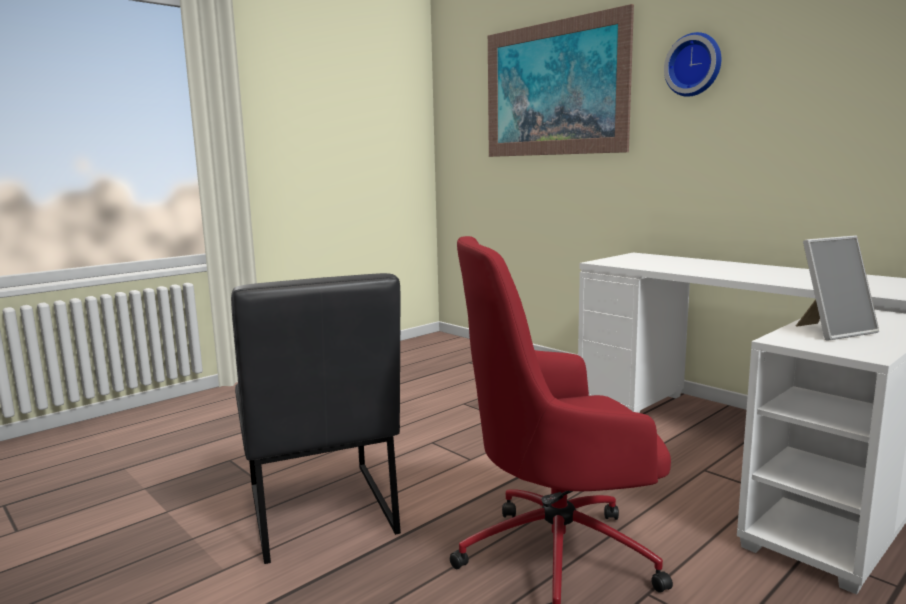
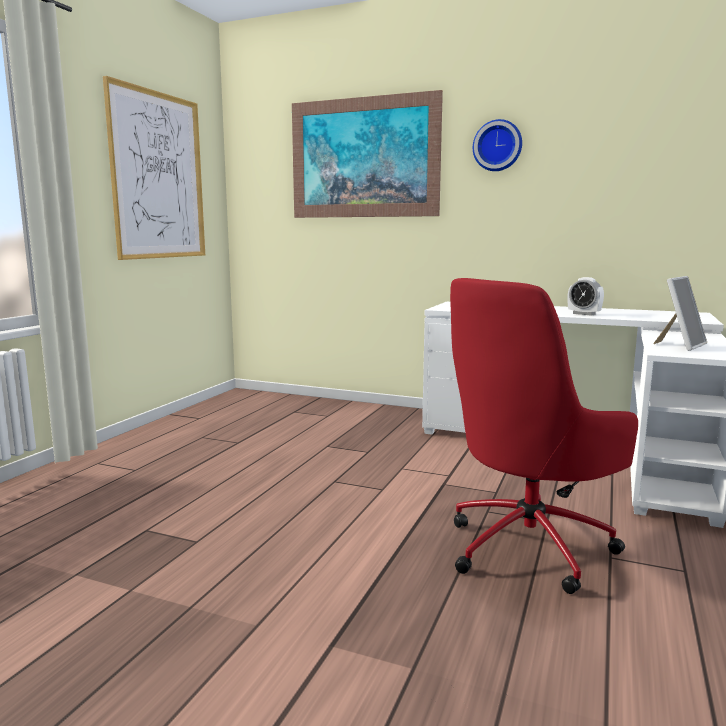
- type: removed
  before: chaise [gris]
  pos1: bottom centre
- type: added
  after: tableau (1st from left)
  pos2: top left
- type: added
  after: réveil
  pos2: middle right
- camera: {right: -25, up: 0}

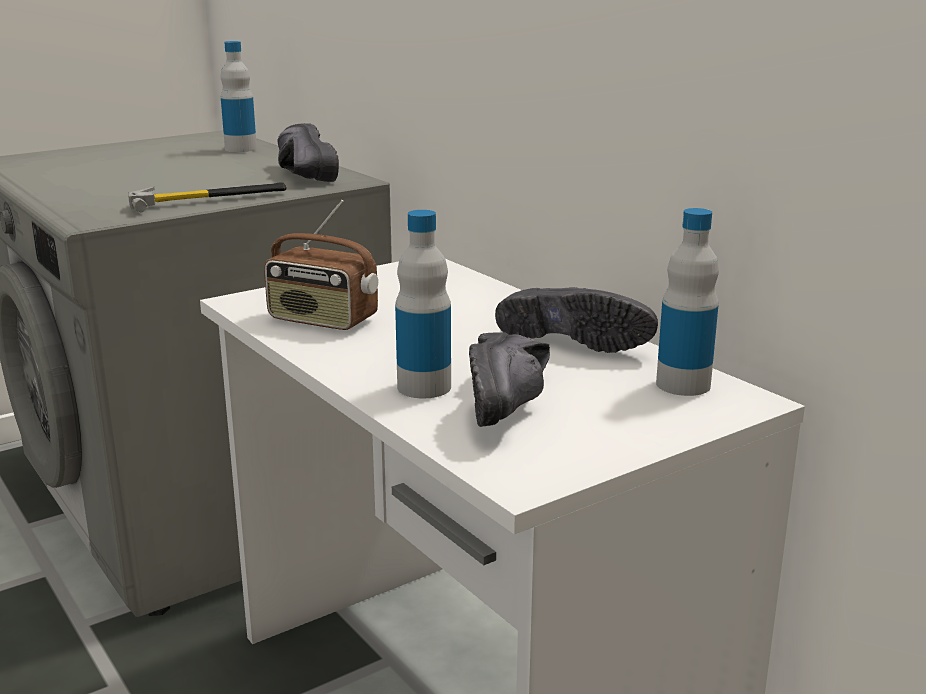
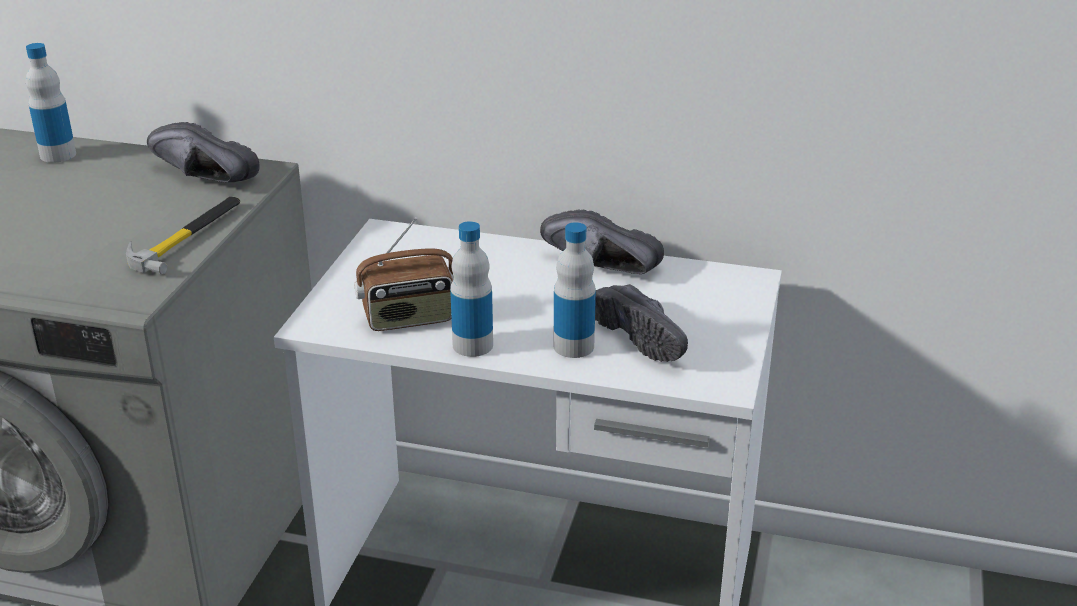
- type: moved
  before: bouteille (3rd from left in the first image)
  after: bouteille (2nd from left)
  pos1: middle right
  pos2: centre
- type: turned
  before: chaussure [noir] (3rd from left in the first image)
  pos1: centre
  pos2: centre
  turn: -150
- camera: {right: -40, up: 10}

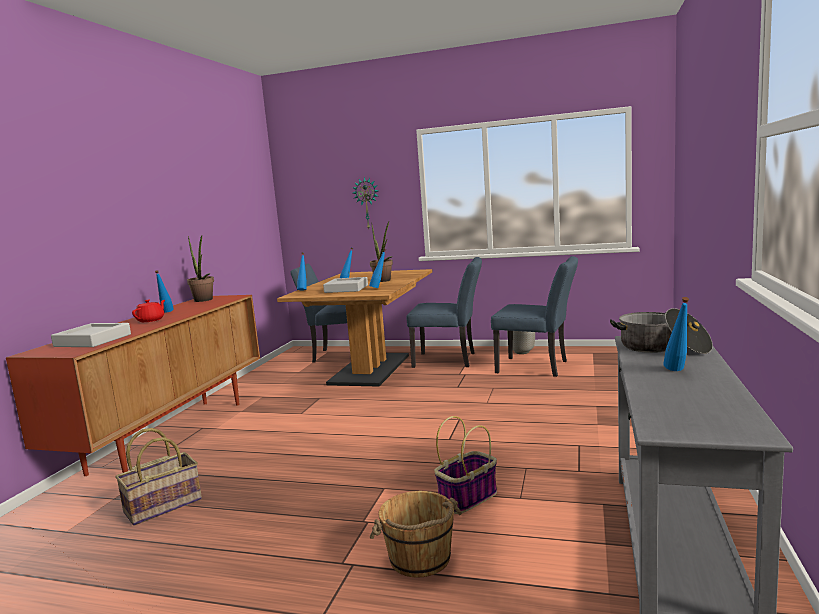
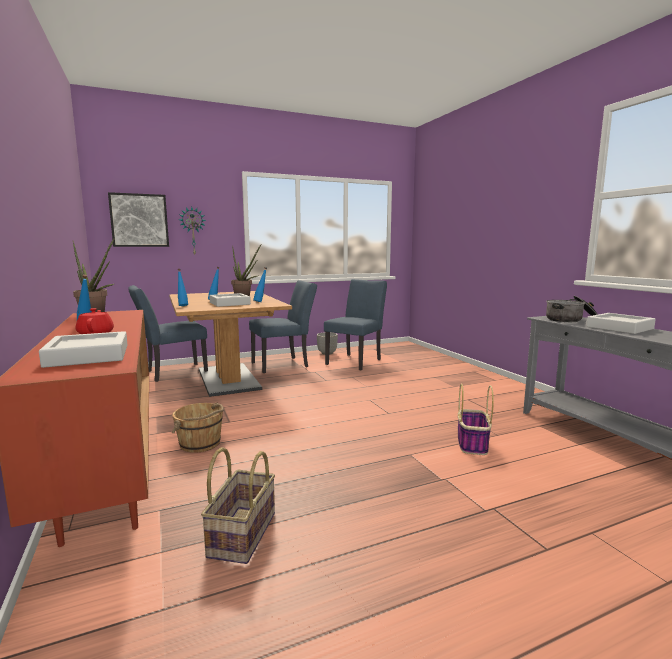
- type: added
  after: tableau
  pos2: top left
- type: moved
  before: seau [marron]
  pos1: bottom centre
  pos2: middle left
- type: replaced
  before: bouteille [bleu] (5th from left)
  after: plateau [gris] (3rd from left)
  pos1: middle right
  pos2: middle right
- type: turned
  before: chaise [bleu] (3rd from left)
  pos1: centre
  pos2: centre
  turn: -45
- camera: {right: -40, up: 0}

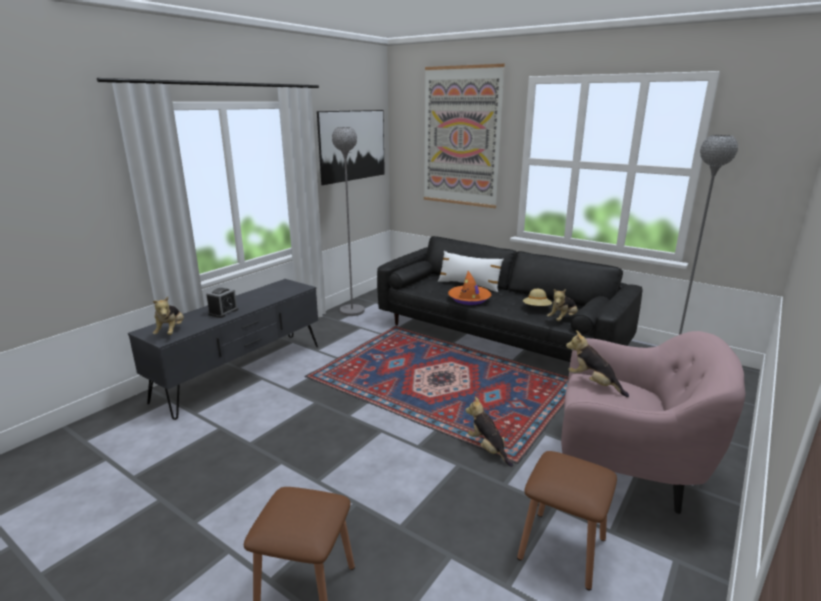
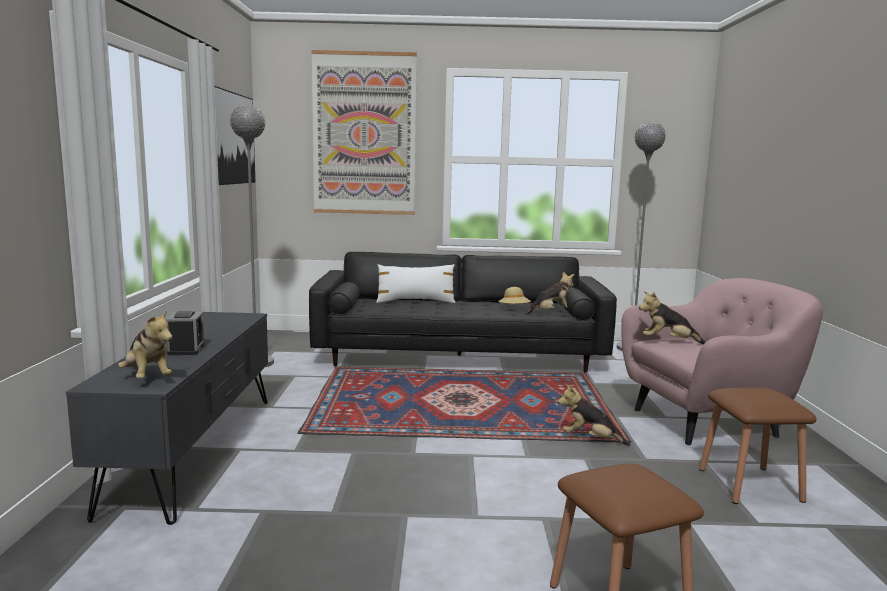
- type: removed
  before: chapeau [orange]
  pos1: centre
- type: turned
  before: peluche (3rd from left in the first image)
  pos1: middle right
  pos2: centre
  turn: -120
- camera: {right: -35, up: -10}

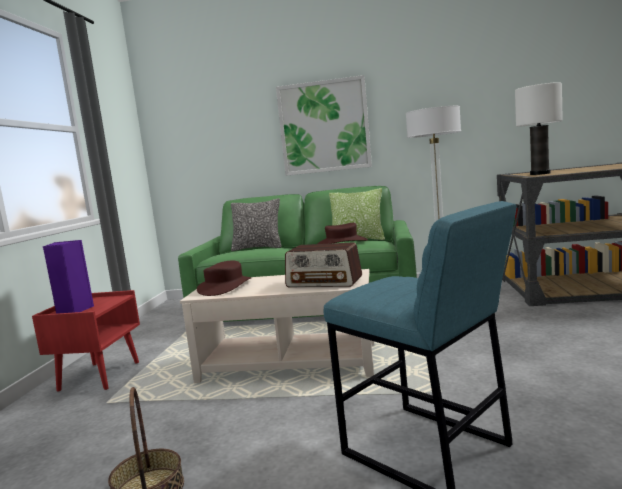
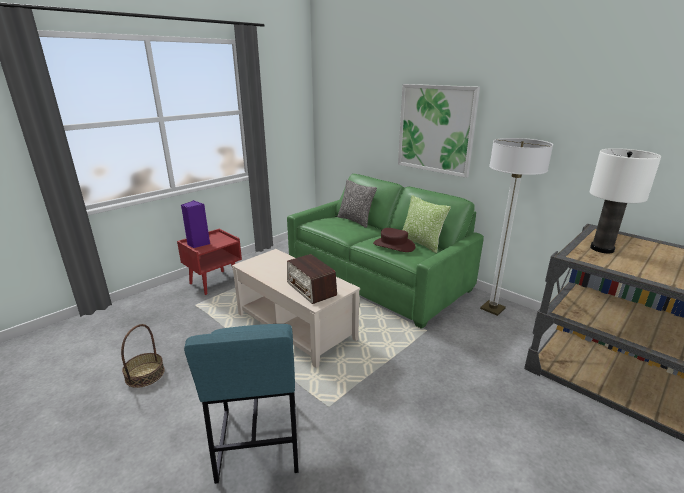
- type: removed
  before: chapeau [marron] (1st from left)
  pos1: centre
- camera: {right: 35, up: 15}

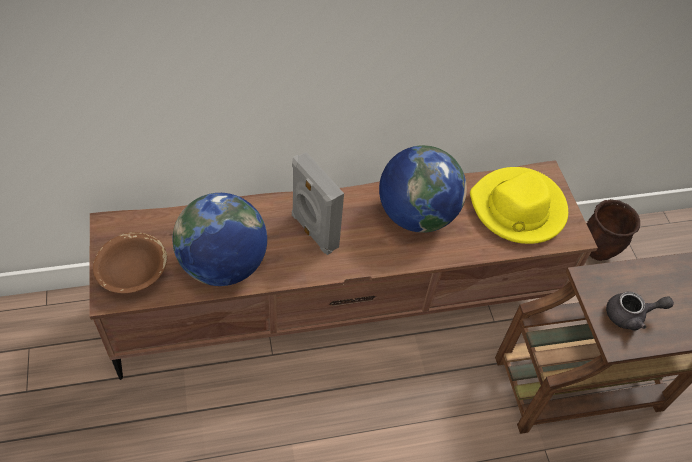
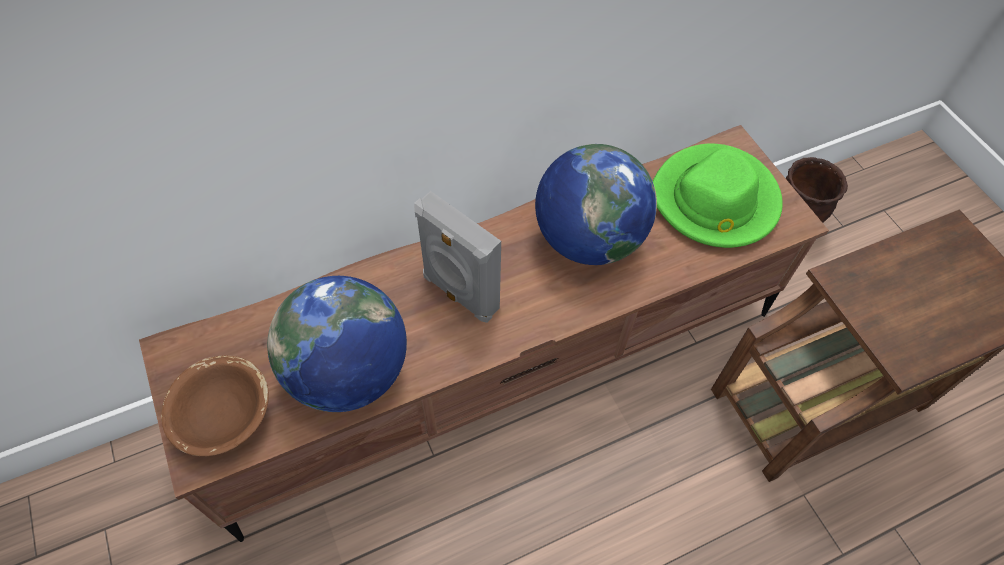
- type: removed
  before: théière [gris]
  pos1: bottom right
- type: recoloured
  before: chapeau [jaune]
  after: chapeau [vert]
  pos1: middle right
  pos2: middle right
- camera: {right: -10, up: 5}

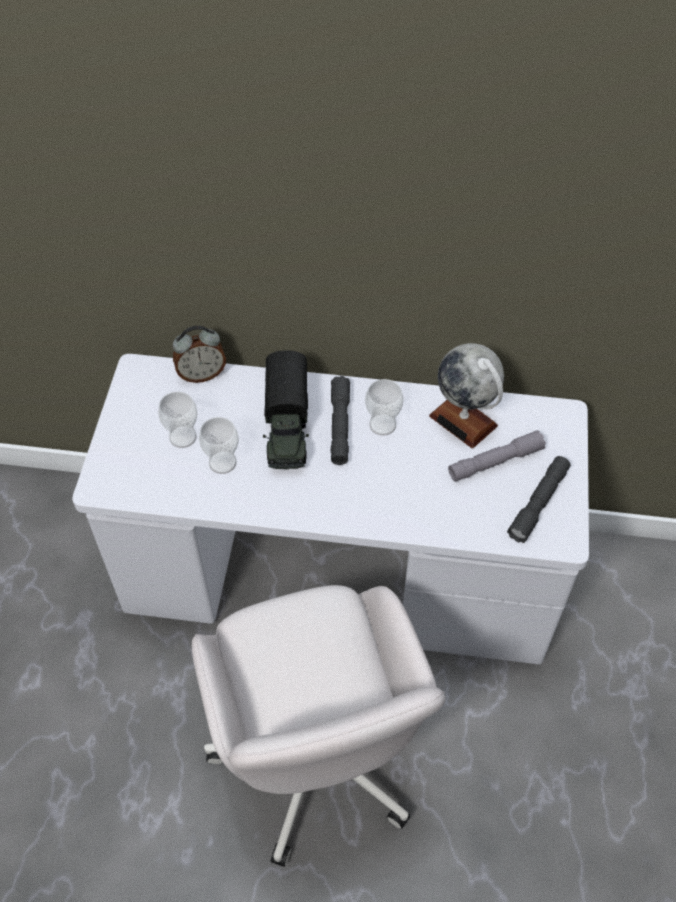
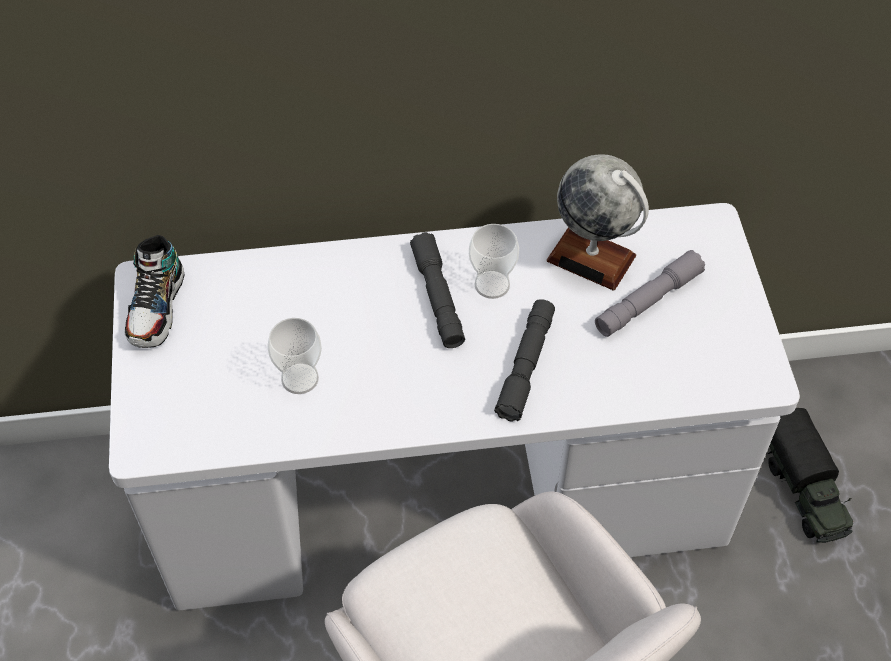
- type: removed
  before: tasse (1st from left)
  pos1: middle left
- type: removed
  before: réveil
  pos1: middle left
- type: added
  after: chaussure
  pos2: middle left
- type: moved
  before: camion jouet
  pos1: centre
  pos2: bottom right
- type: moved
  before: lampe de poche [gris] (3rd from left in the first image)
  after: lampe de poche [gris] (2nd from left)
  pos1: middle right
  pos2: centre
- camera: {right: -15, up: 0}

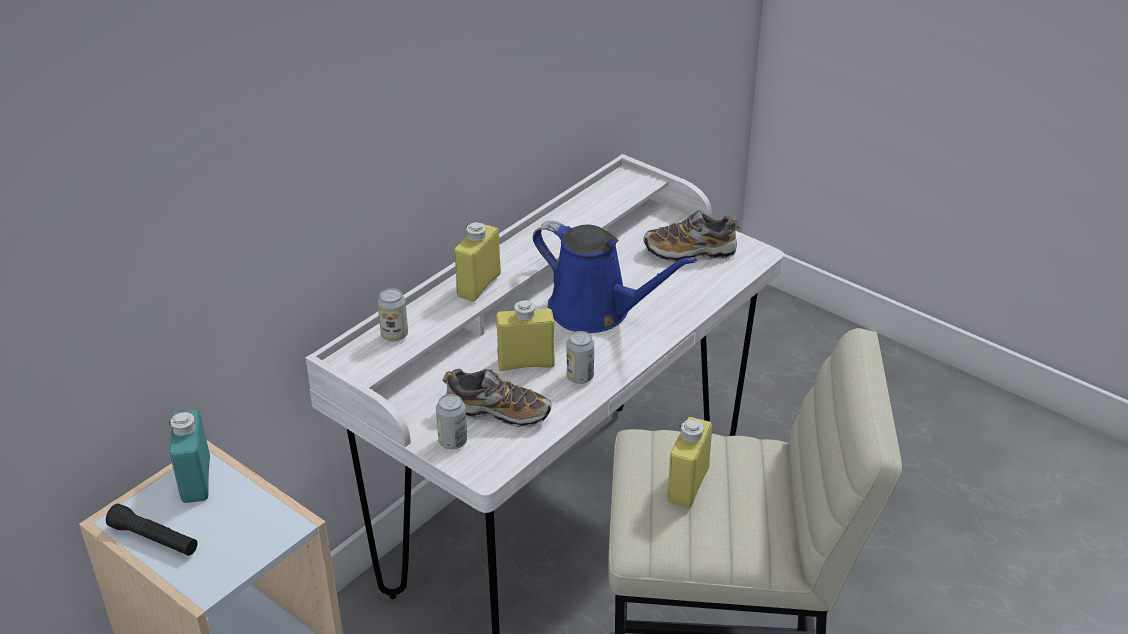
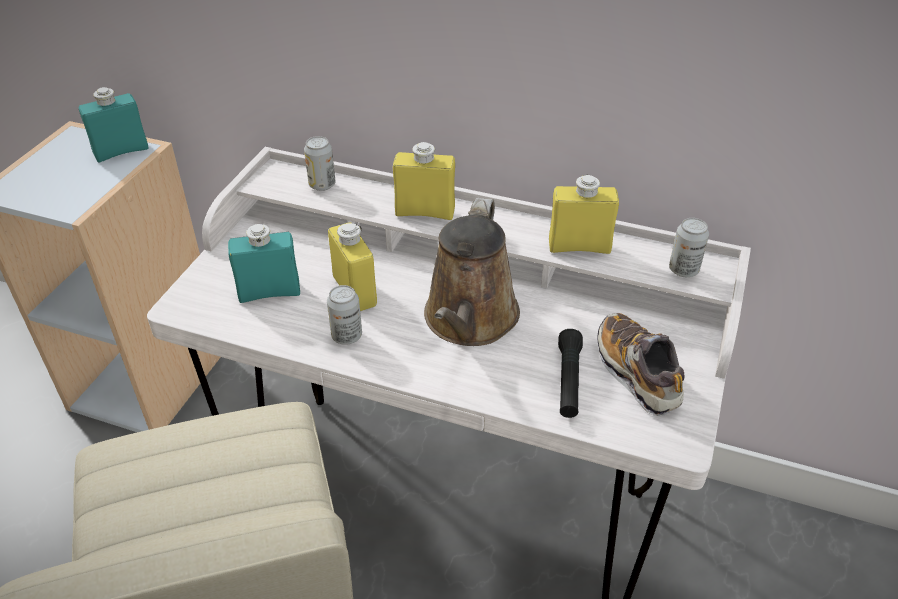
- type: moved
  before: lampe de poche [noir]
  pos1: bottom left
  pos2: centre
- type: moved
  before: boîte métallique (2nd from left in the first image)
  after: boîte métallique (3rd from left)
  pos1: centre
  pos2: middle right
- type: moved
  before: bouteille [jaune] (3rd from left)
  pos1: bottom centre
  pos2: centre
- type: replaced
  before: chaussure (1st from left)
  after: bouteille [turquoise] (2nd from left)
  pos1: centre
  pos2: middle left
- type: recoloured
  before: arrosoir [bleu]
  after: arrosoir [marron]
  pos1: centre
  pos2: centre
- camera: {right: 70, up: 5}

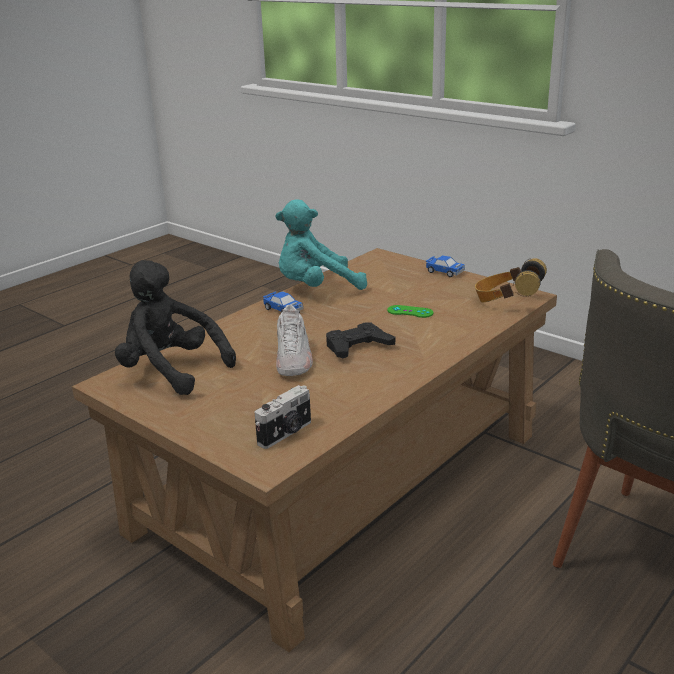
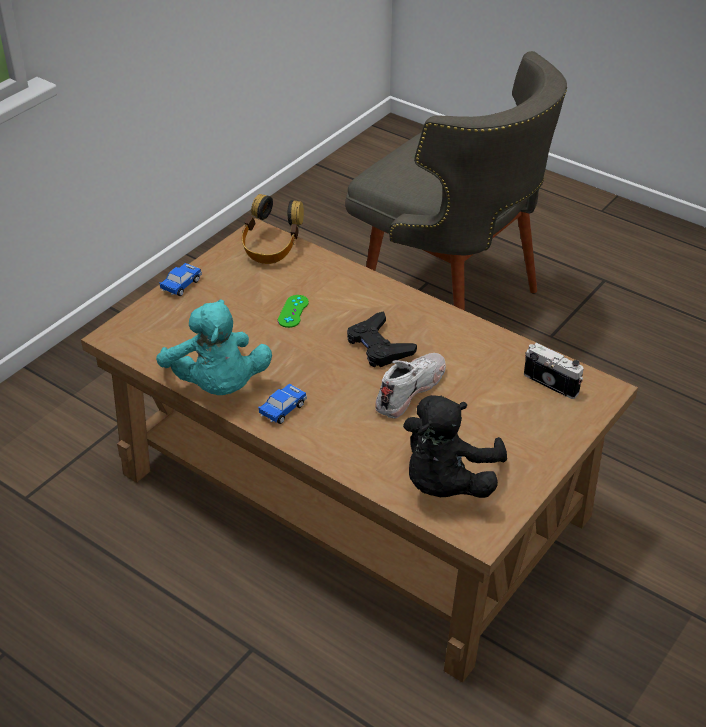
- type: turned
  before: chaussure [blanc]
  pos1: centre
  pos2: centre
  turn: -45
- camera: {right: -95, up: 15}

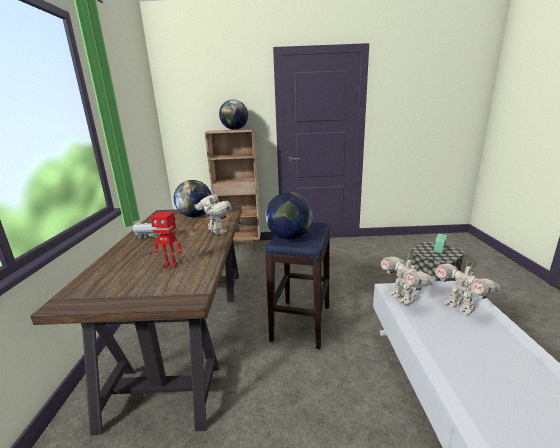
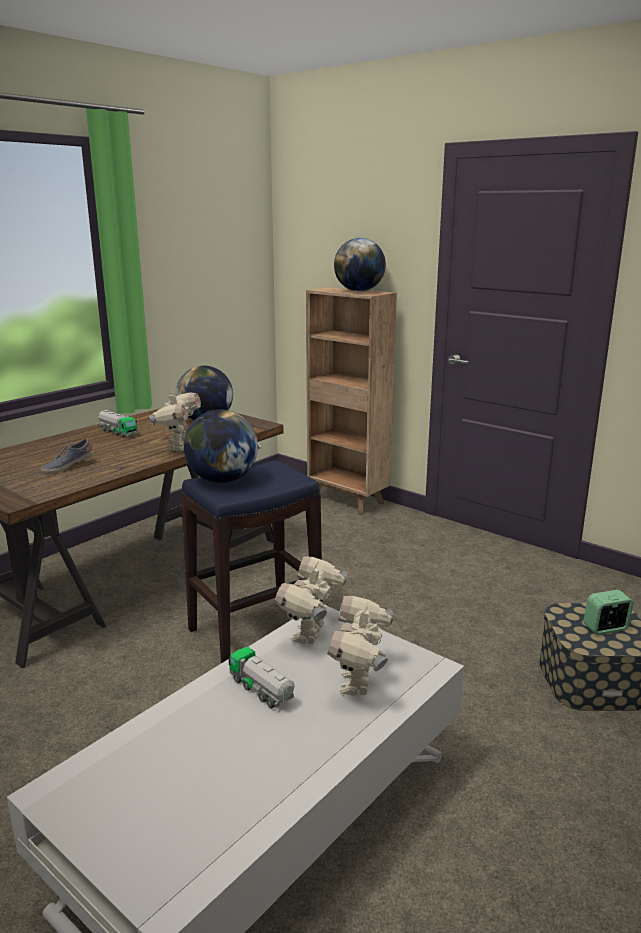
- type: added
  after: camion jouet (2nd from left)
  pos2: bottom centre
- type: replaced
  before: robot jouet (1st from left)
  after: chaussure
  pos1: middle left
  pos2: middle left
- camera: {right: 40, up: 0}

